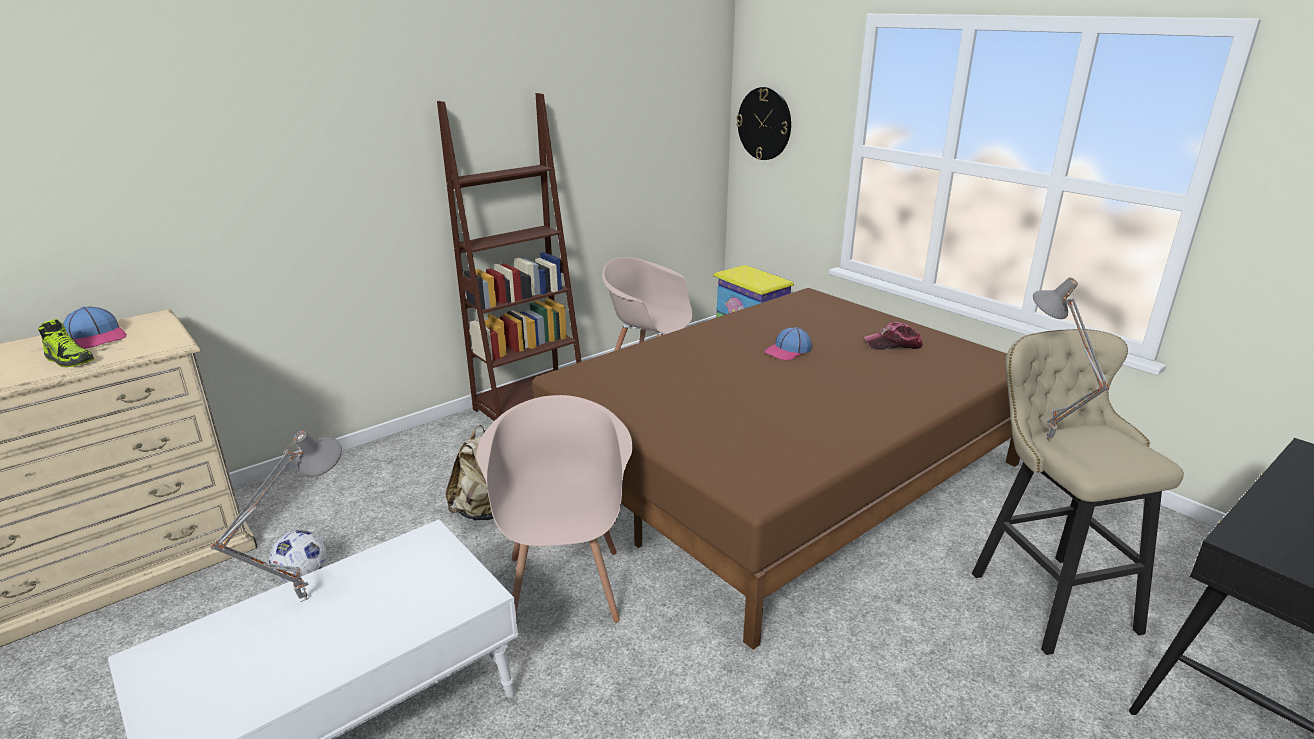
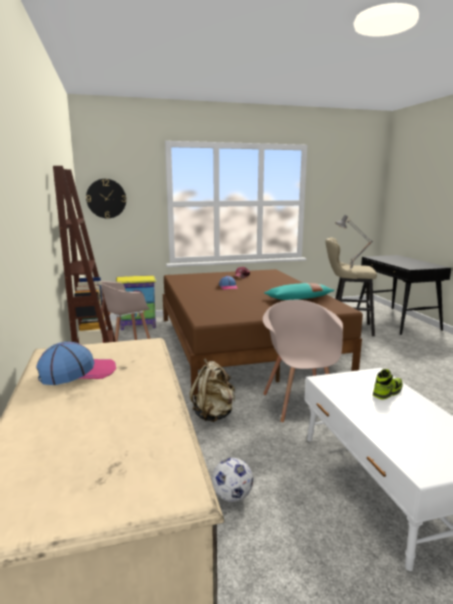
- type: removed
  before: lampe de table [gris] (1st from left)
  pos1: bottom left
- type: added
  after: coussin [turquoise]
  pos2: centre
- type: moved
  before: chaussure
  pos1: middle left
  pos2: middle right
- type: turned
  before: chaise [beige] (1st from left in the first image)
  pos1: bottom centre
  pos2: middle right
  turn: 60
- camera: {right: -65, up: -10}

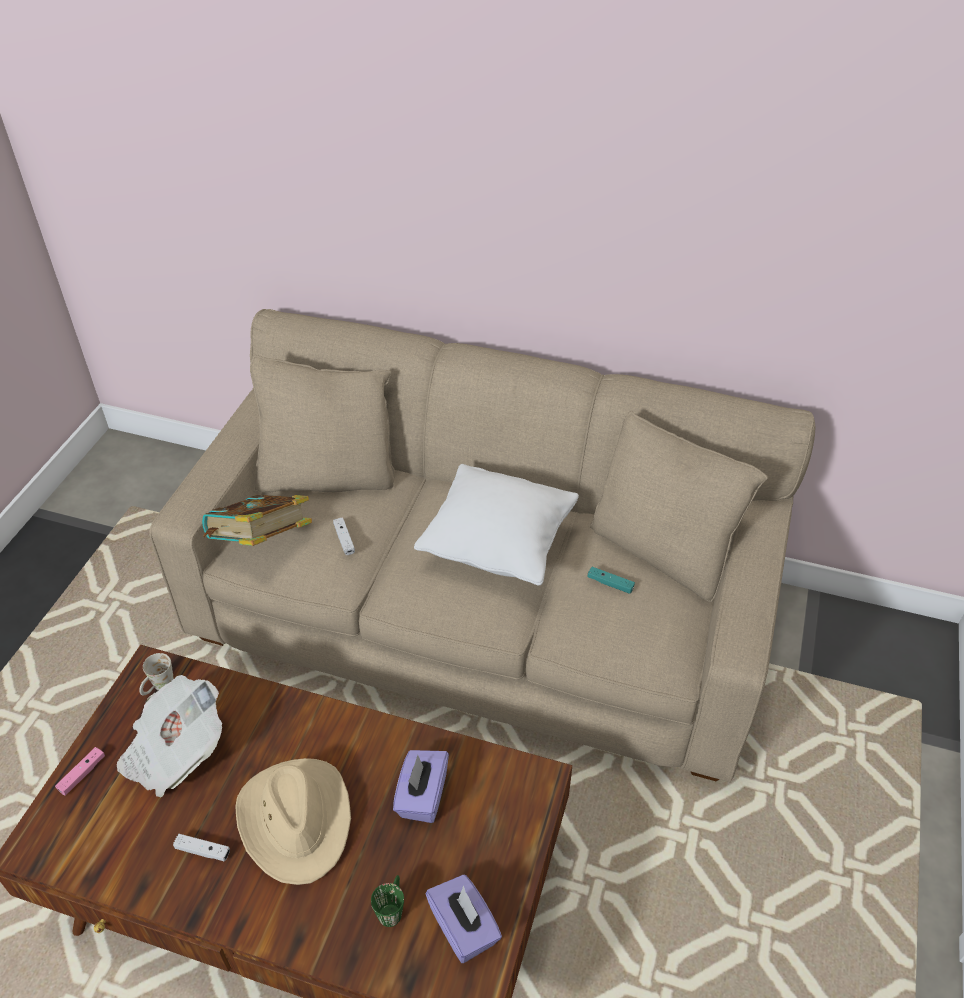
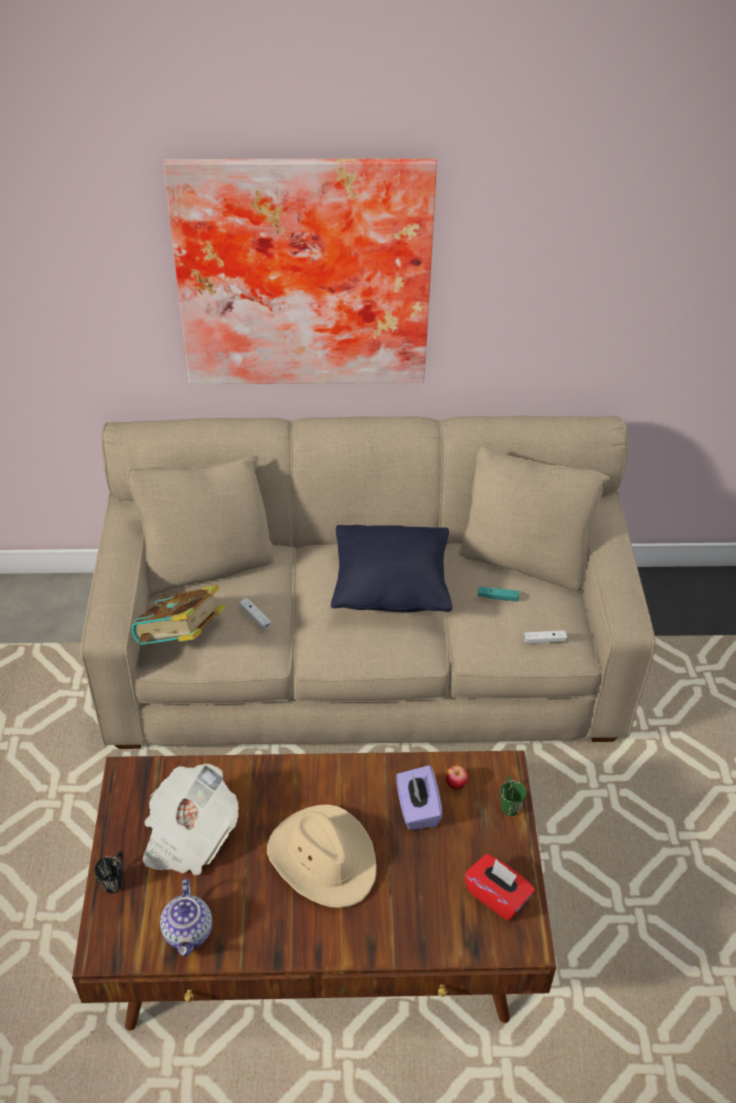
- type: removed
  before: mug [blanc]
  pos1: bottom left
- type: added
  after: théière
  pos2: bottom left
- type: added
  after: tableau
  pos2: top centre
- type: added
  after: pomme
  pos2: bottom centre
- type: moved
  before: manette [blanc] (1st from left in the first image)
  after: manette [blanc] (2nd from left)
  pos1: bottom left
  pos2: middle right
- type: moved
  before: mug [vert]
  pos1: bottom centre
  pos2: bottom right
- type: replaced
  before: manette [rose]
  after: mug [noir]
  pos1: bottom left
  pos2: bottom left
- type: recoloured
  before: coussin [blanc]
  after: coussin [noir]
  pos1: centre
  pos2: centre
- type: recoloured
  before: boîte à mouchoirs [violet] (2nd from left)
  after: boîte à mouchoirs [rouge]
  pos1: bottom centre
  pos2: bottom right
- camera: {right: -20, up: 0}

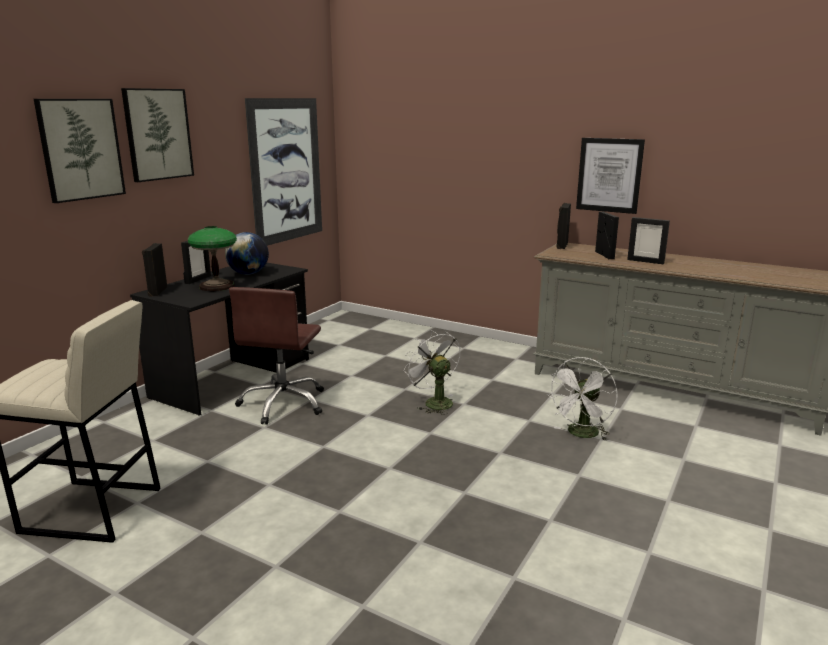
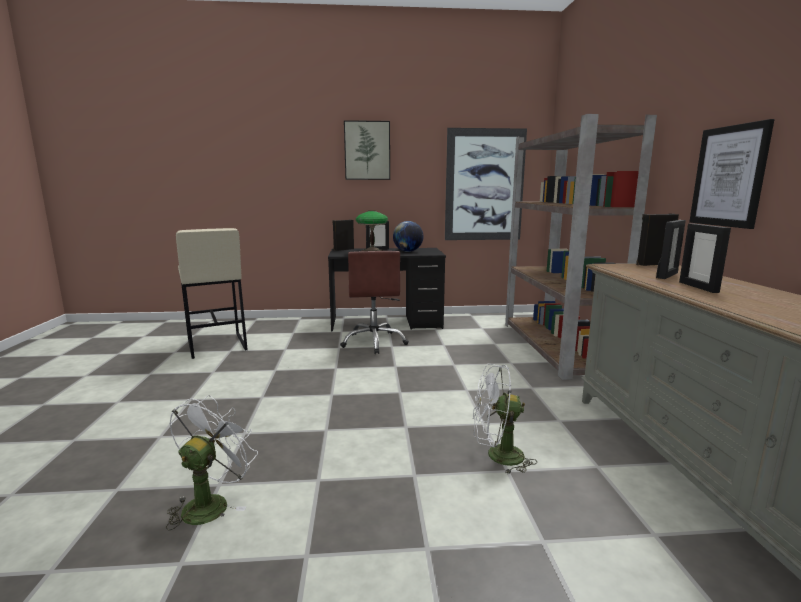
- type: removed
  before: tableau (1st from left)
  pos1: top left
- type: added
  after: bibliothèque [marron]
  pos2: middle right
- type: moved
  before: ventilateur [blanc] (1st from left)
  pos1: centre
  pos2: bottom left
- type: turned
  before: chaise de bureau [marron]
  pos1: centre
  pos2: centre
  turn: -75
- camera: {right: 55, up: -5}

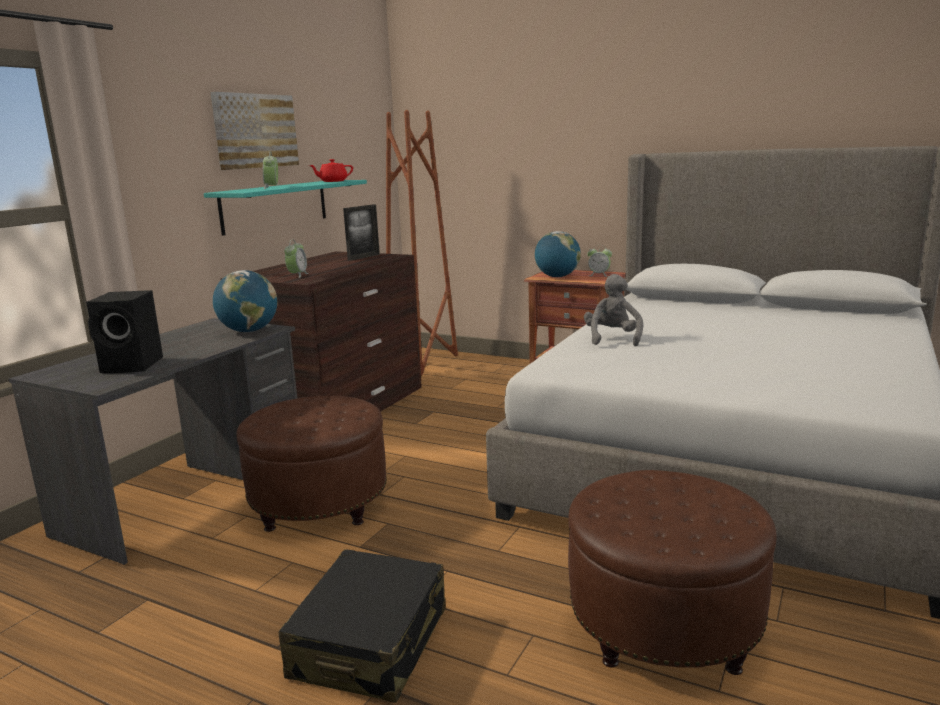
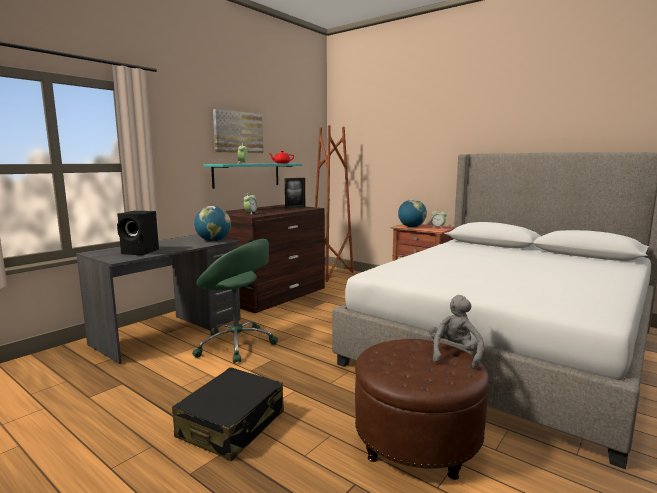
- type: moved
  before: peluche [gris]
  pos1: centre
  pos2: bottom right
- type: replaced
  before: pouf [marron] (1st from left)
  after: chaise de bureau [vert]
  pos1: middle left
  pos2: centre
- camera: {right: 10, up: -5}

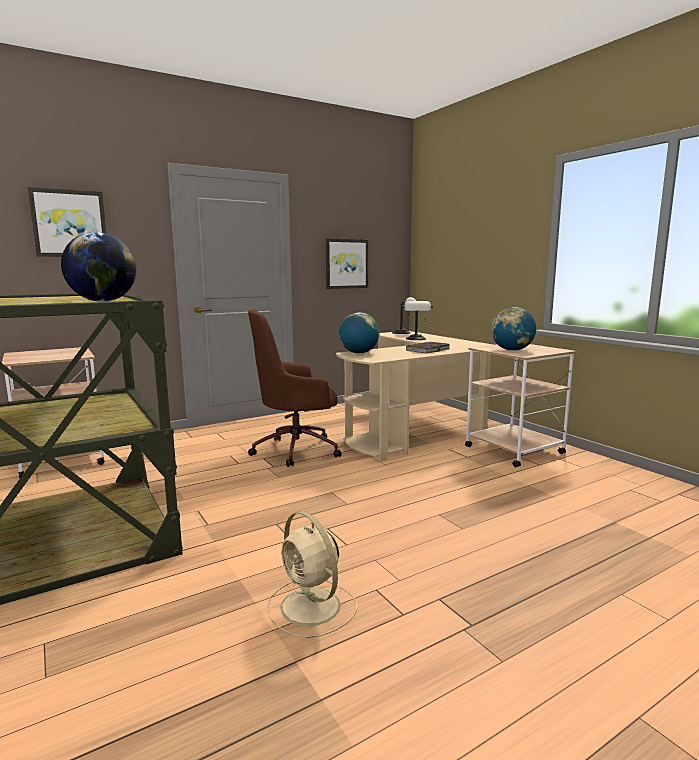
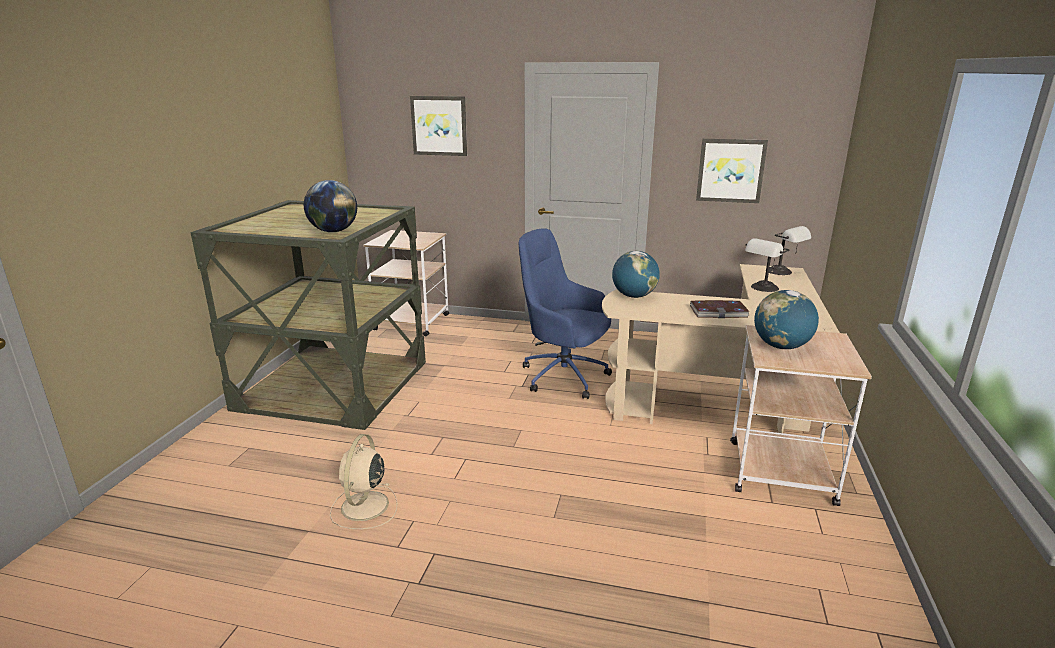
- type: recoloured
  before: chaise de bureau [marron]
  after: chaise de bureau [bleu]
  pos1: centre
  pos2: centre
- camera: {right: 45, up: 10}

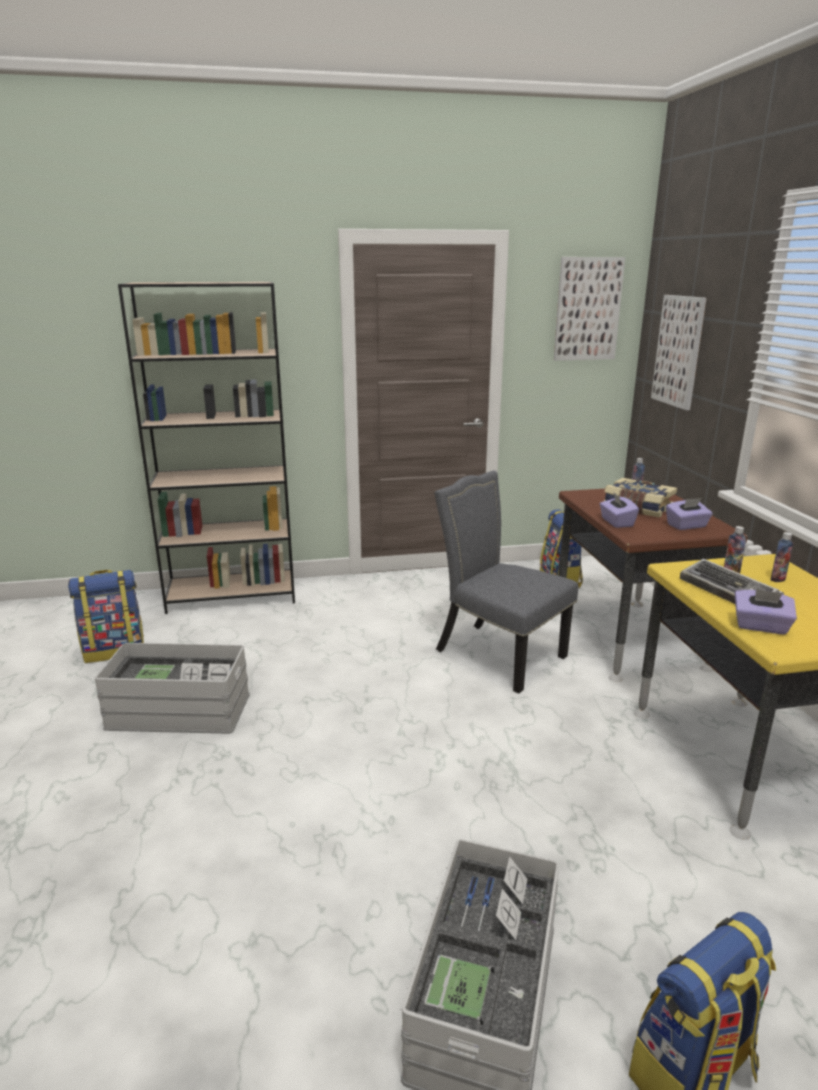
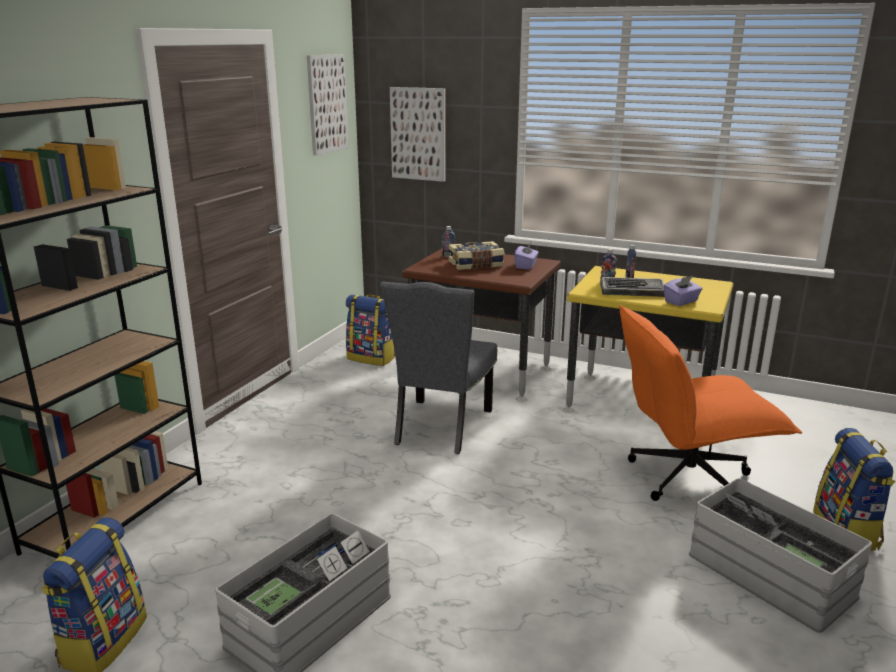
- type: removed
  before: boîte à mouchoirs [violet] (1st from left)
  pos1: middle right
- type: added
  after: chaise de bureau [orange]
  pos2: middle right
- type: turned
  before: chaise [gris]
  pos1: centre
  pos2: centre
  turn: -60
- camera: {right: -55, up: 0}

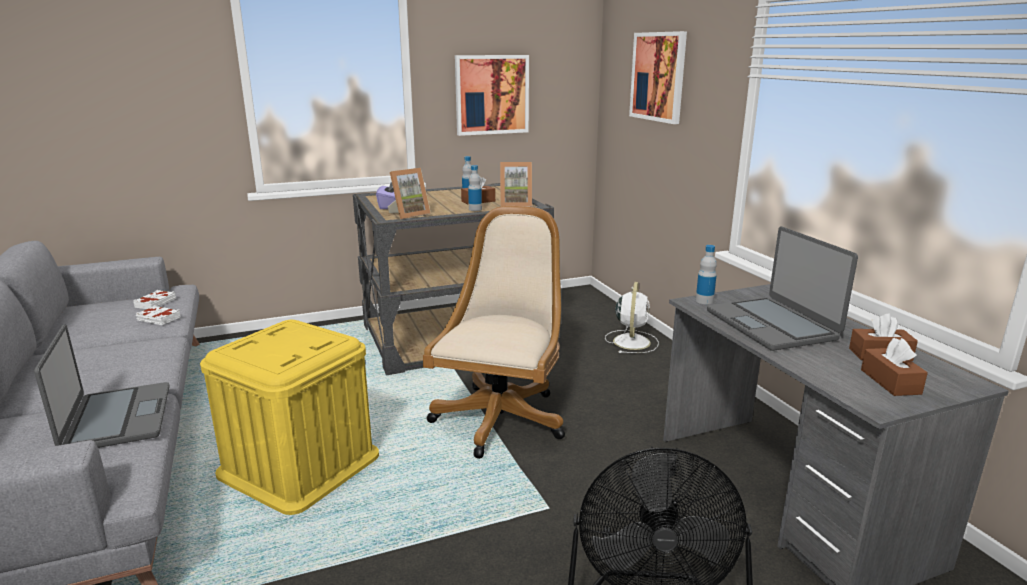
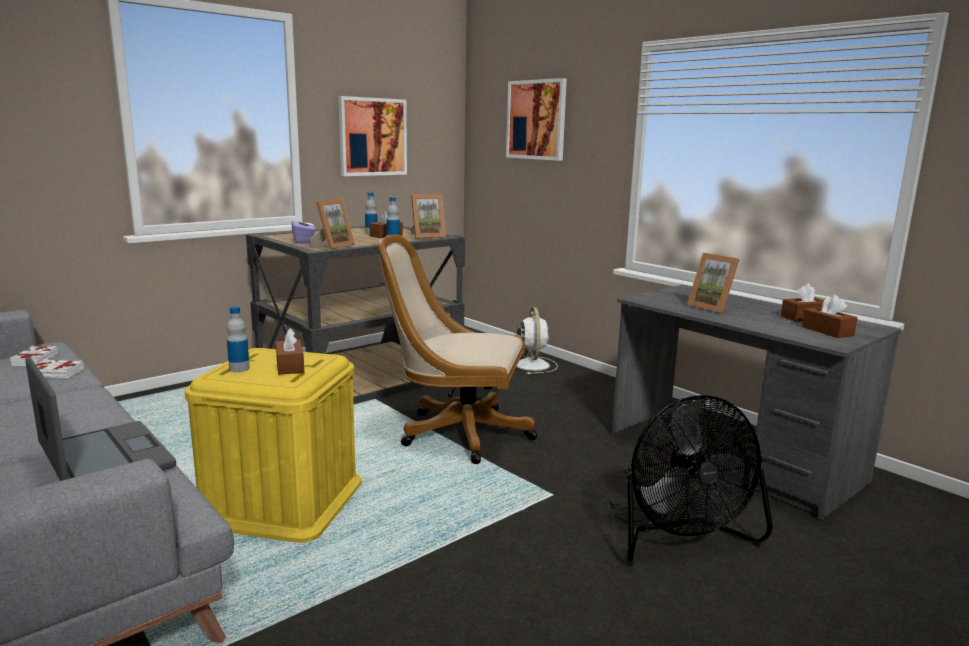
- type: added
  after: boîte à mouchoirs [marron] (1st from left)
  pos2: middle left
- type: moved
  before: bouteille (3rd from left in the first image)
  after: bouteille (1st from left)
  pos1: middle right
  pos2: middle left
- type: replaced
  before: ordinateur portable (2nd from left)
  after: cadre photo (3rd from left)
  pos1: middle right
  pos2: middle right
- type: turned
  before: chaise de bureau
  pos1: centre
  pos2: centre
  turn: -75
- camera: {right: -20, up: -5}

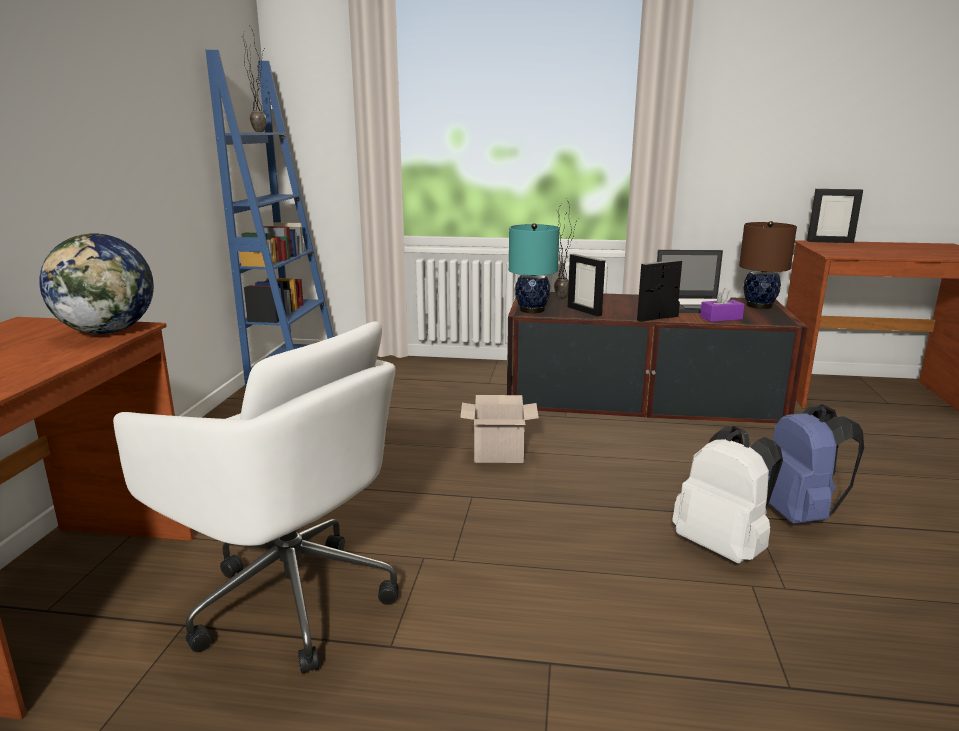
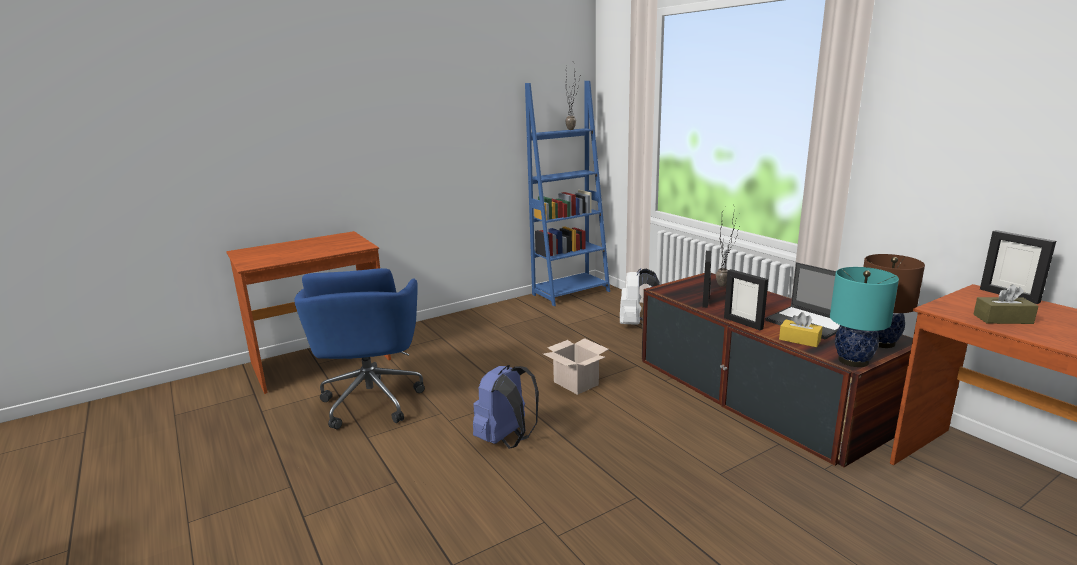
- type: removed
  before: globe
  pos1: middle left
- type: added
  after: boîte à mouchoirs [marron]
  pos2: middle right
- type: moved
  before: lampe de table [turquoise]
  pos1: centre
  pos2: middle right
- type: moved
  before: sac à dos [blanc]
  pos1: bottom right
  pos2: centre
- type: moved
  before: sac à dos [bleu]
  pos1: middle right
  pos2: bottom centre
- type: recoloured
  before: chaise de bureau [blanc]
  after: chaise de bureau [bleu]
  pos1: bottom left
  pos2: centre
- type: recoloured
  before: boîte à mouchoirs [violet]
  after: boîte à mouchoirs [jaune]
  pos1: middle right
  pos2: middle right
- type: turned
  before: cadre photo (2nd from left)
  pos1: middle right
  pos2: middle right
  turn: -150
- camera: {right: 50, up: 0}

